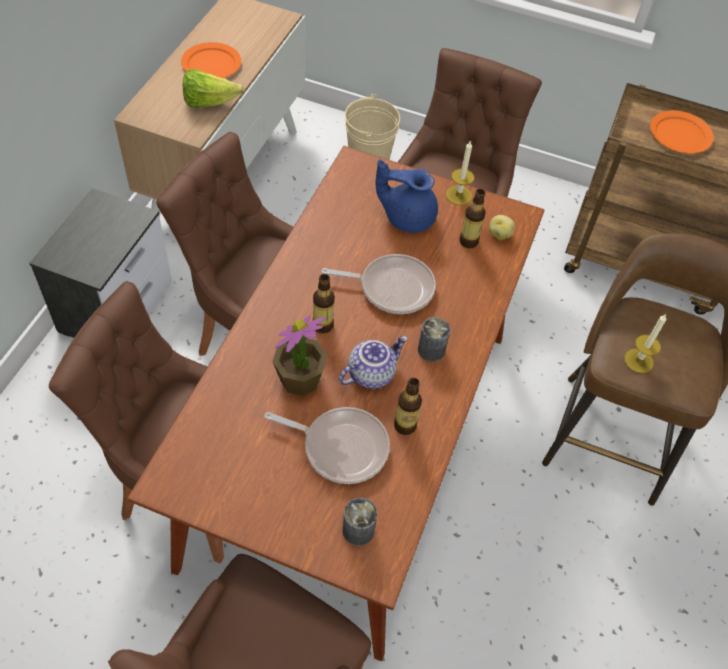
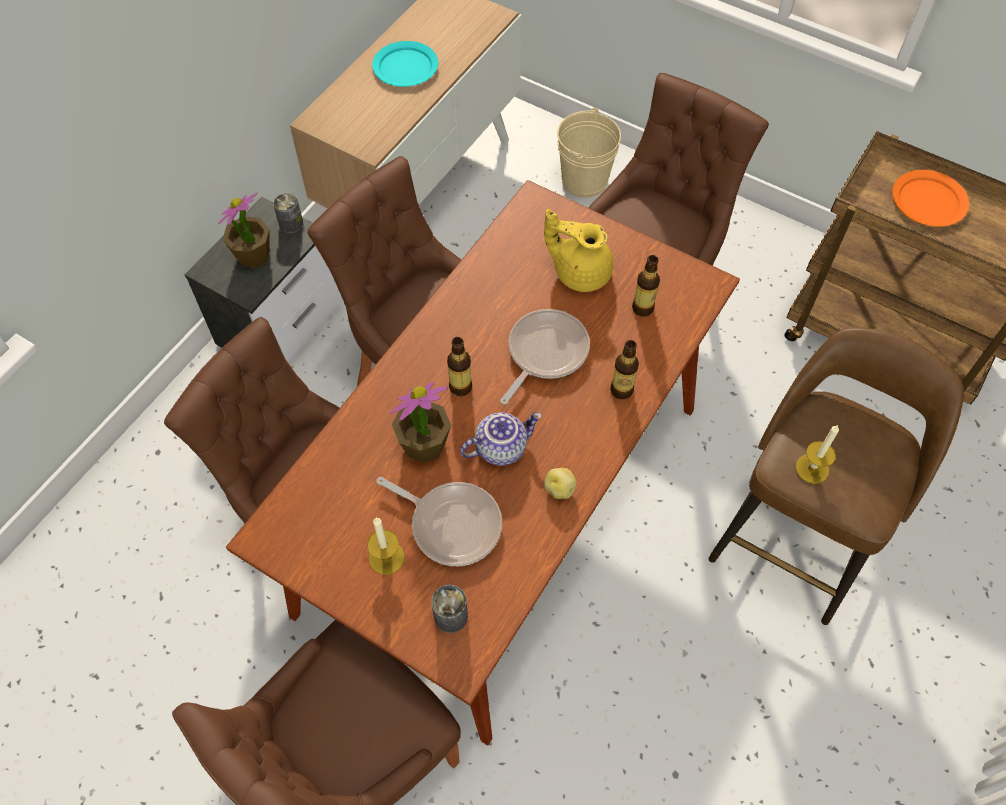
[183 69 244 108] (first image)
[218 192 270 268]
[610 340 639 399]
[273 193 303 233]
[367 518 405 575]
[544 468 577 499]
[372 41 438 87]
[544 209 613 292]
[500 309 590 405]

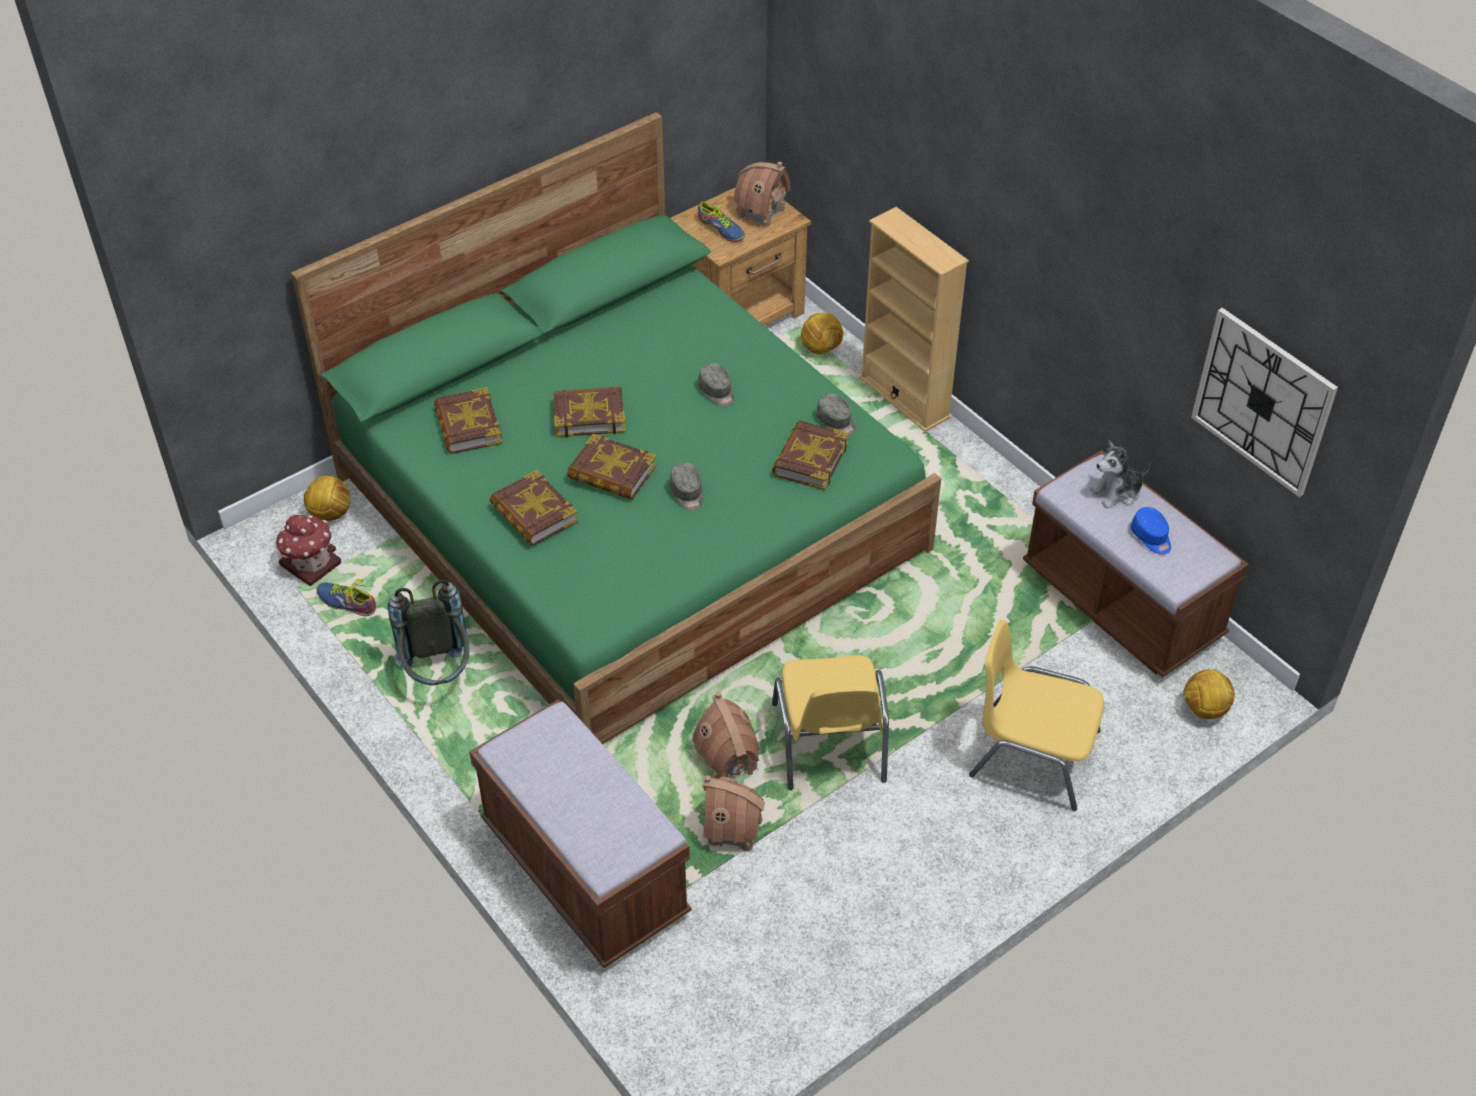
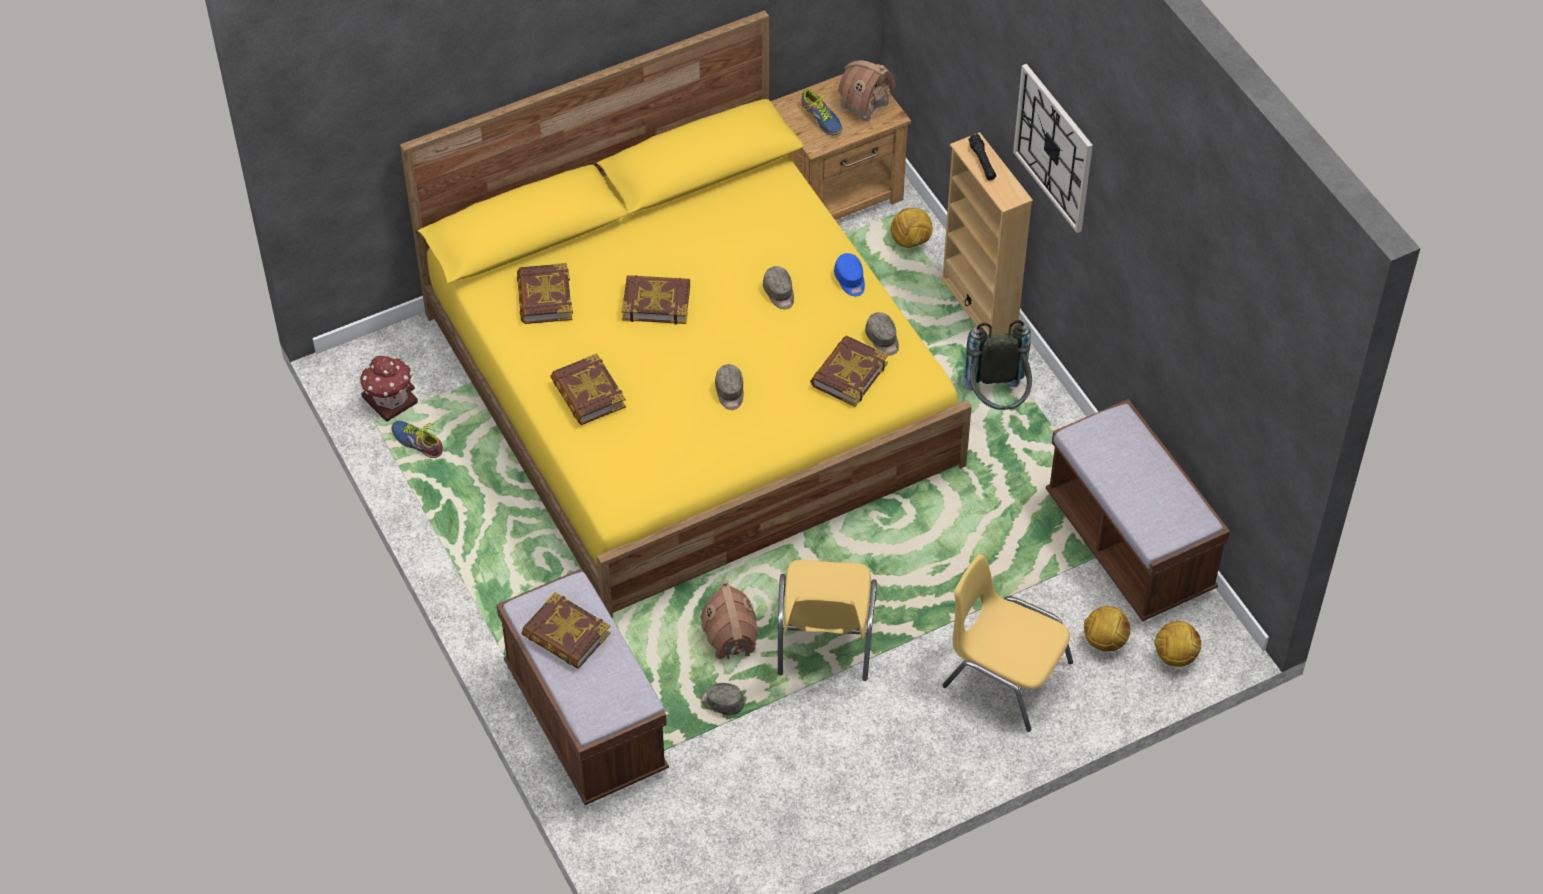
[1090 440 1150 508] (first image)
[968 134 996 181]
[1084 606 1131 652]
[961 320 1032 410]
[522 592 610 669]
[834 253 865 296]
[1013 64 1093 233]
[701 683 744 715]
[400 10 972 618]

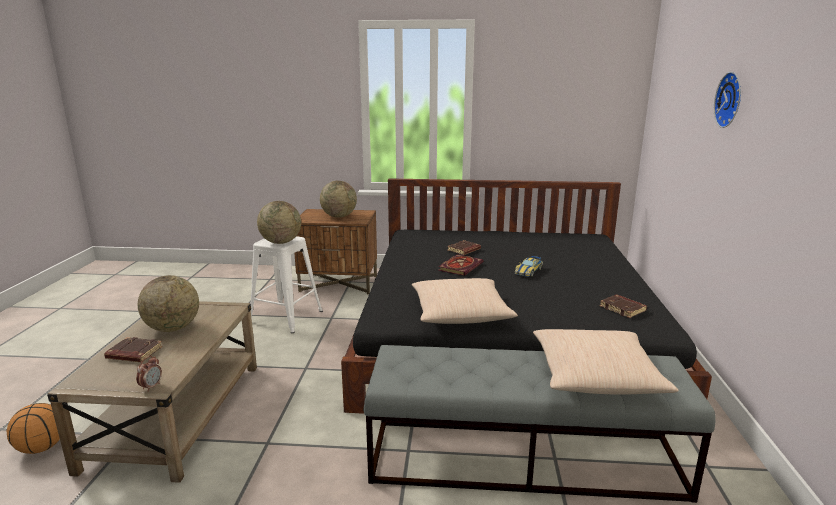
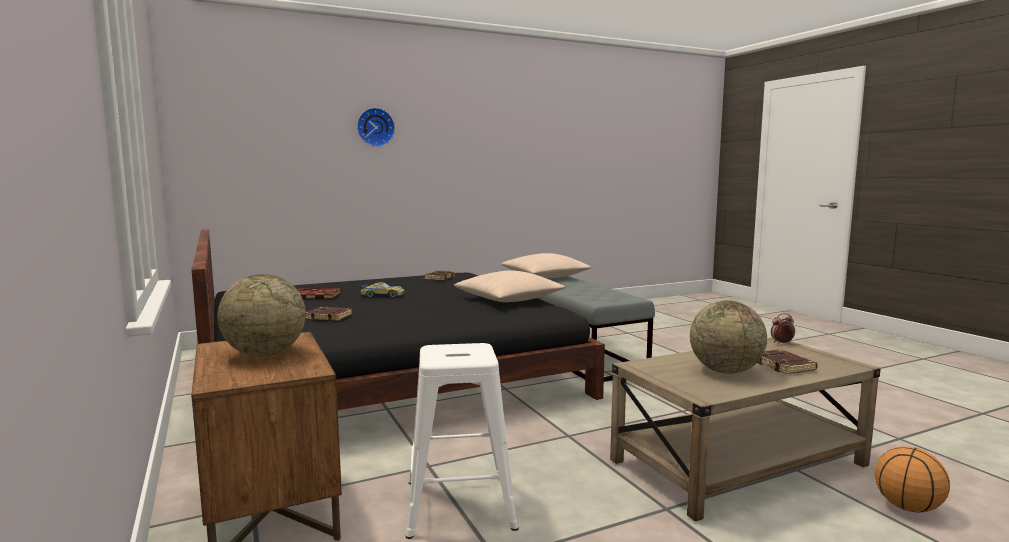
[257 201 301 244] (first image)
[297 288 342 299]

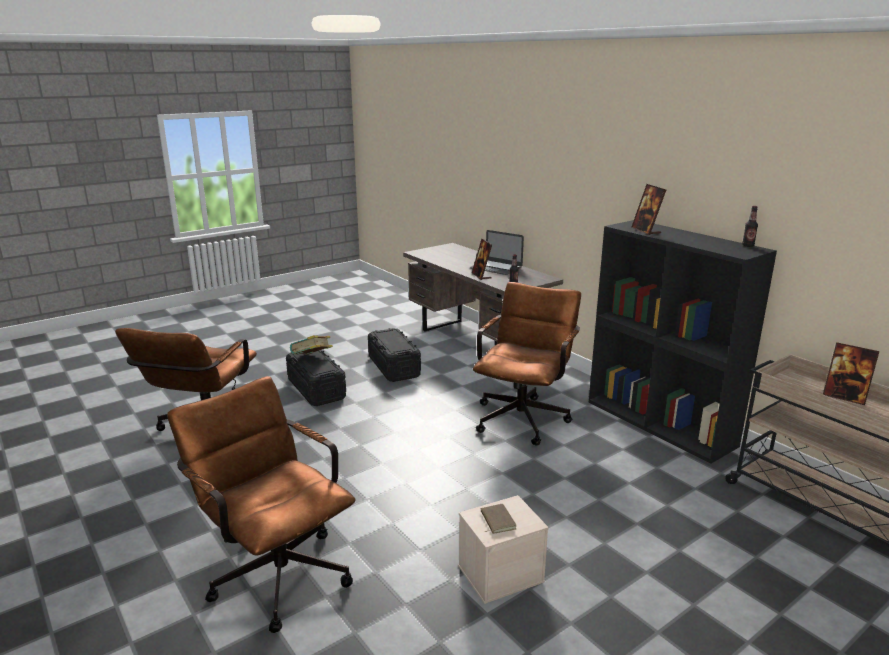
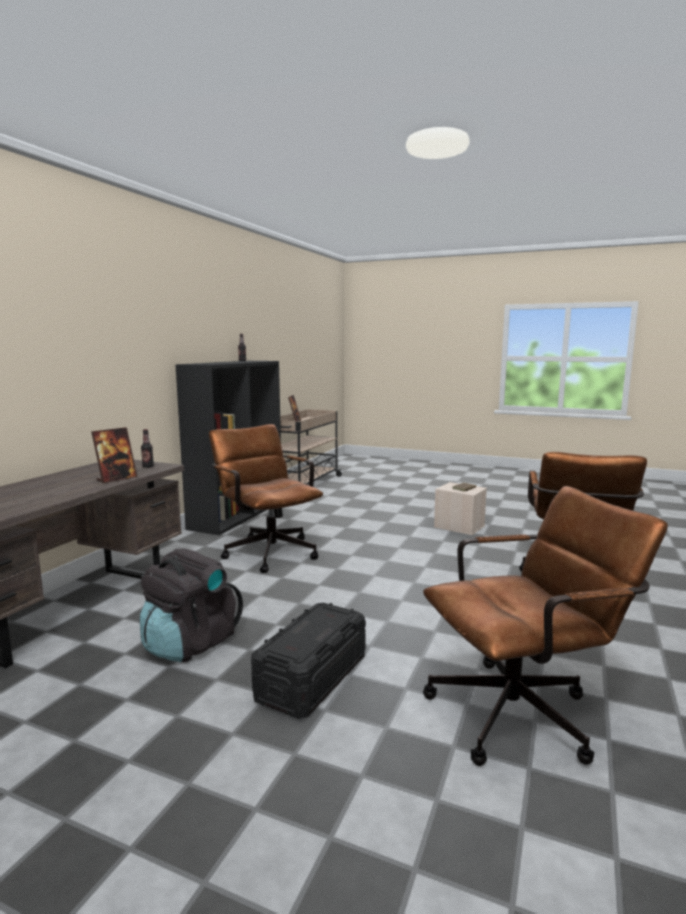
[290 335 333 354] (first image)
[470 230 524 275] (first image)
[631 184 666 235] (first image)
[140 548 243 662]
[209 424 323 573]

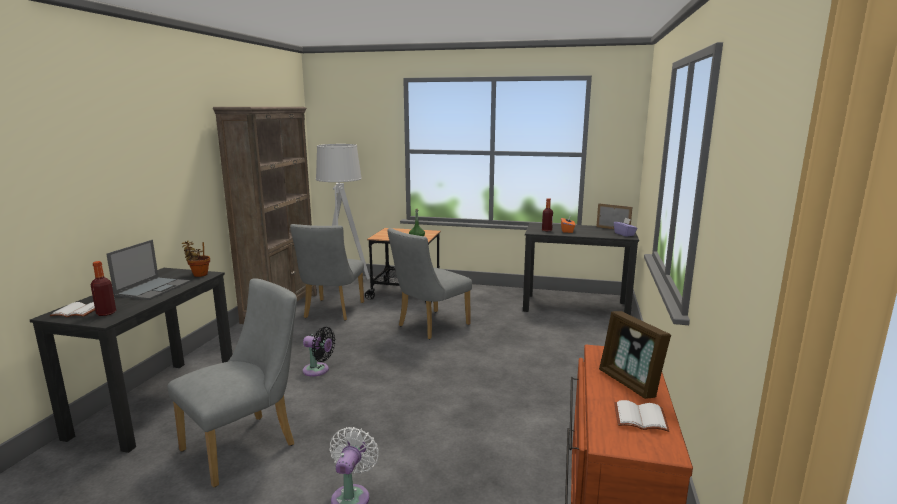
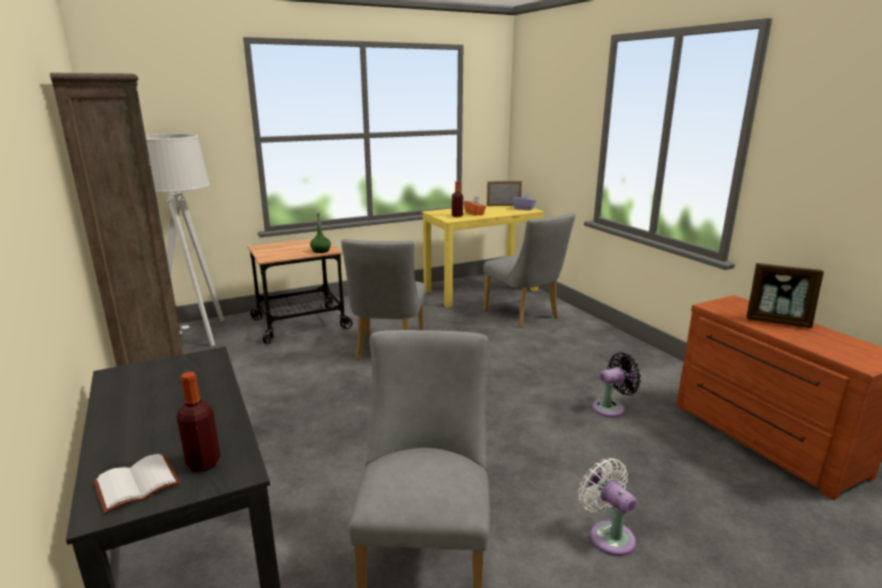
[106 240 190 300] (first image)
[181 240 210 277] (first image)
[614 400 669 432] (first image)
[483 213 575 328]
[592 353 641 418]
[422 205 544 308]

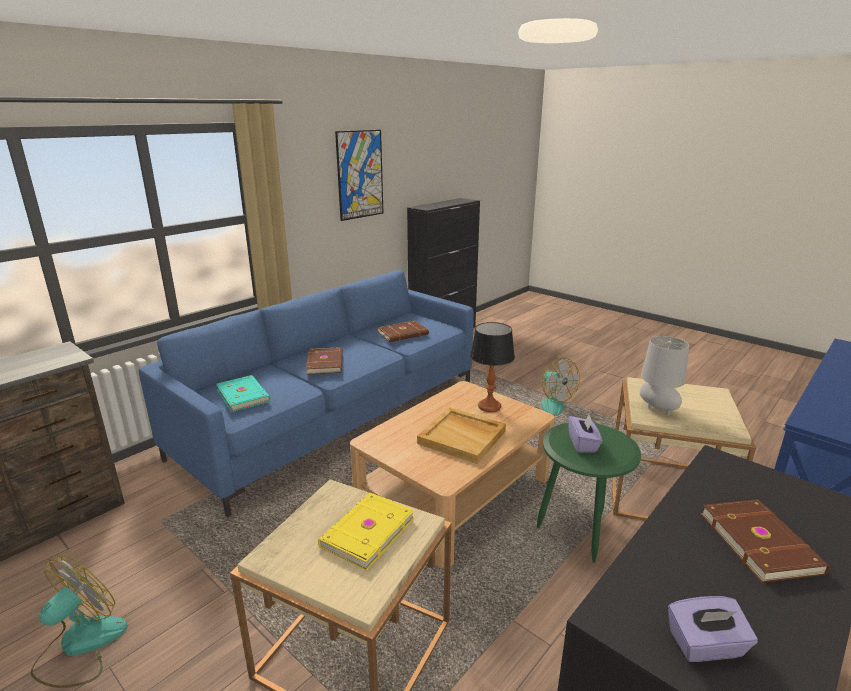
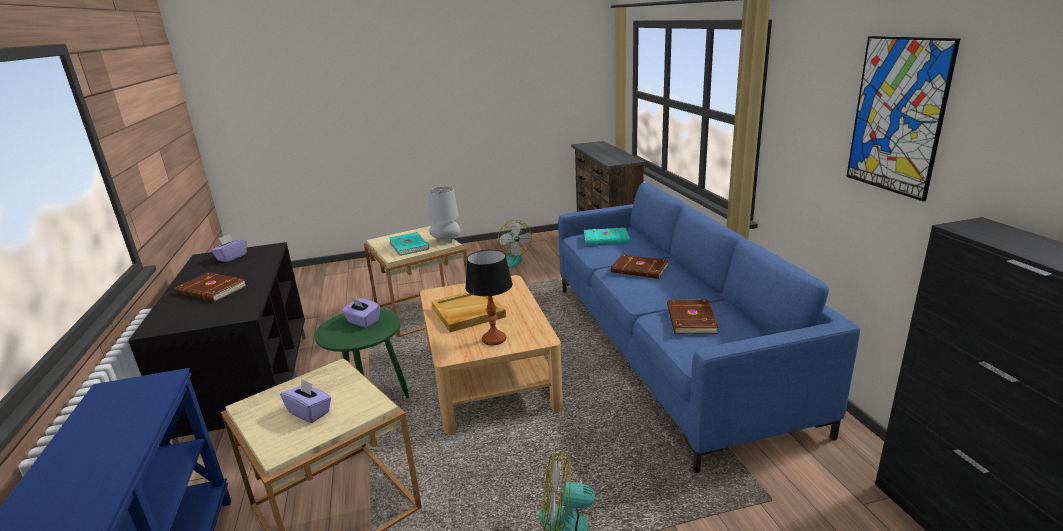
[280 378 331 423]
[428 187 461 242]
[389 232 430 256]

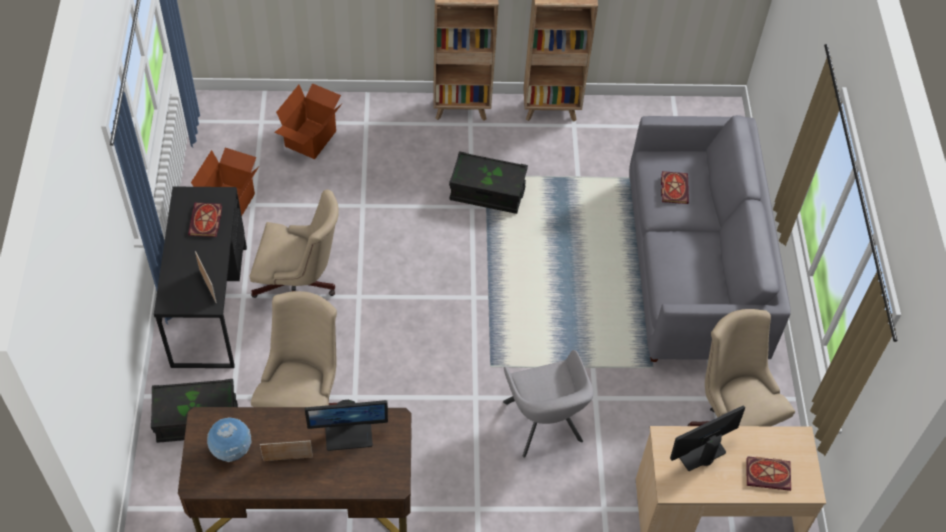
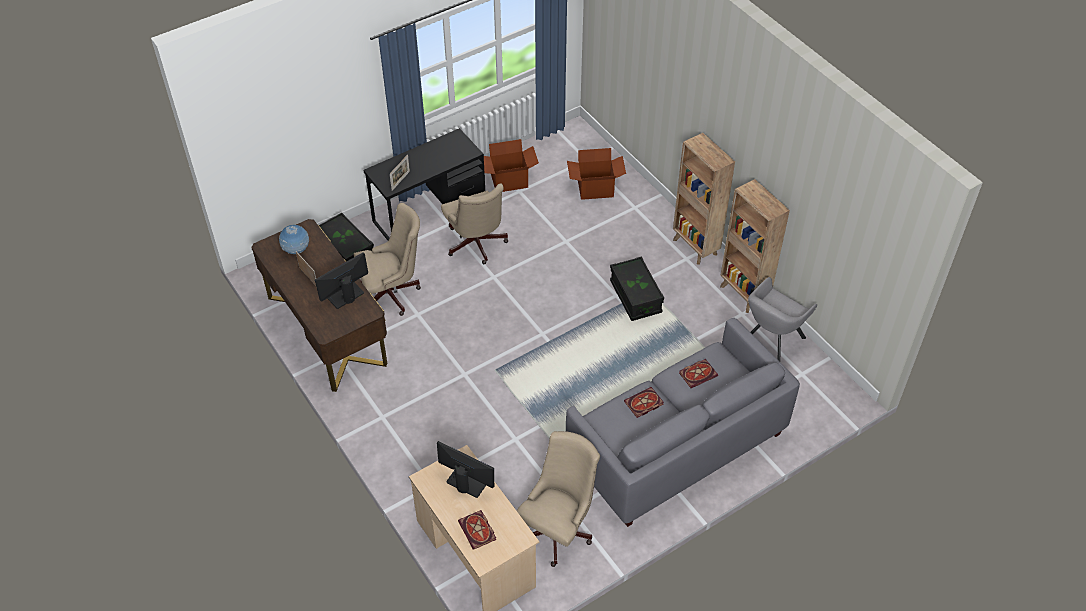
[624 387 664 418]
[748 277 817 361]
[315 252 368 309]

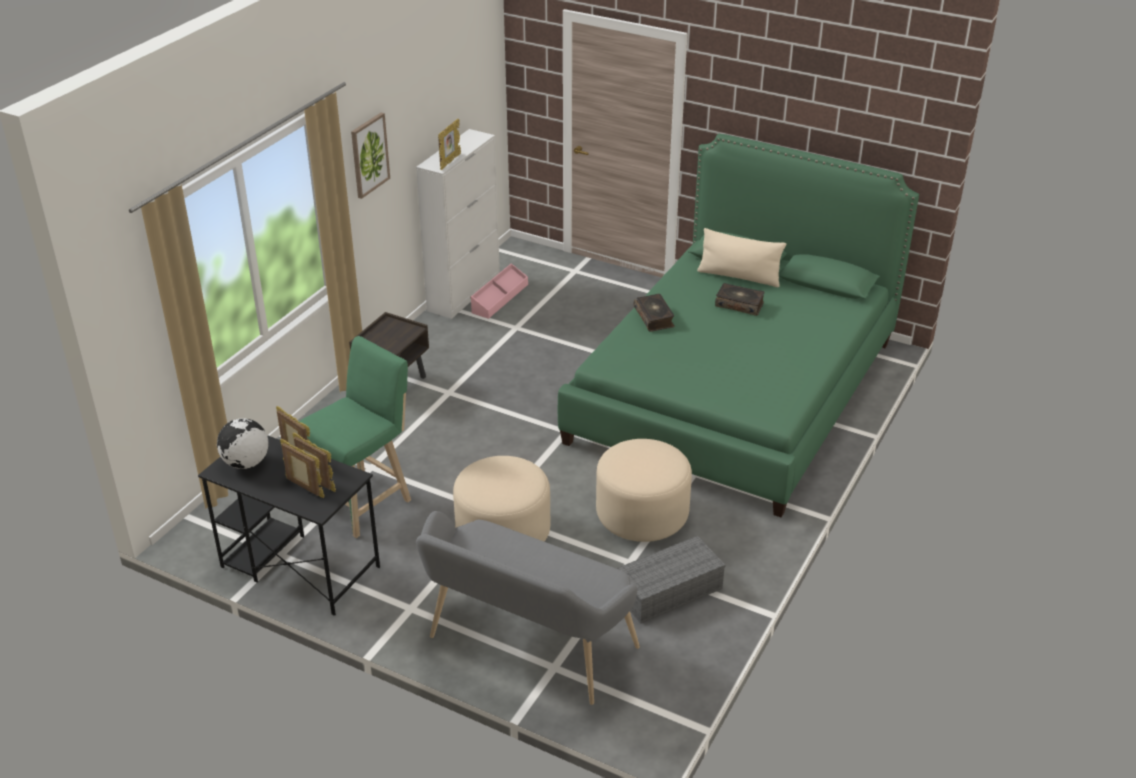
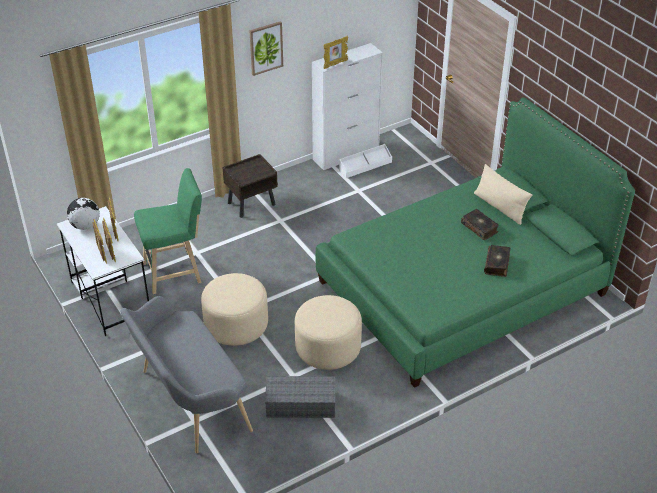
[484 245 511 277]
[57 206 149 336]
[339 144 392 178]

